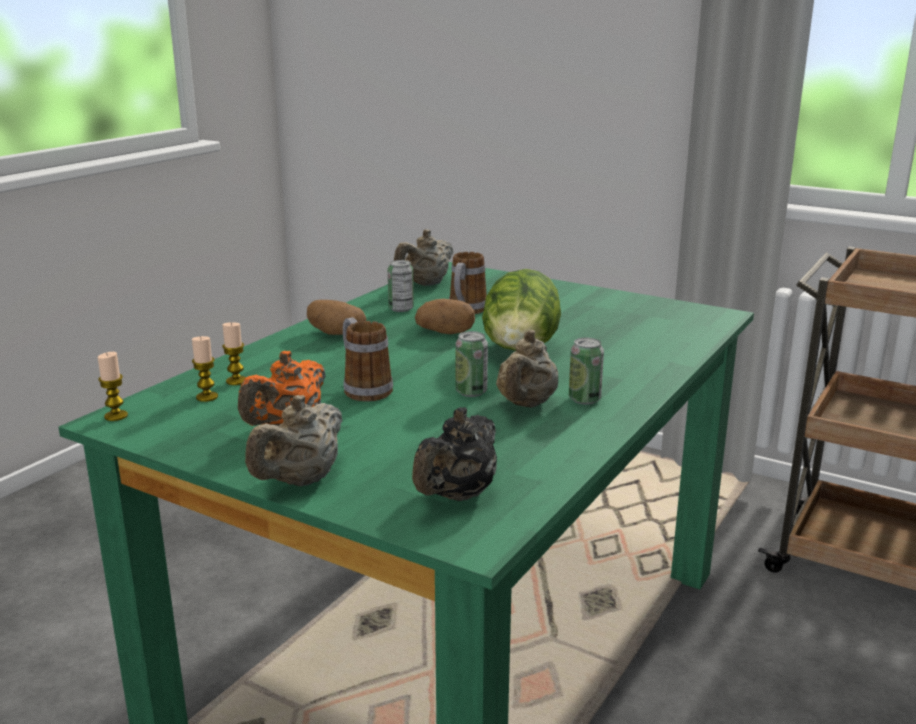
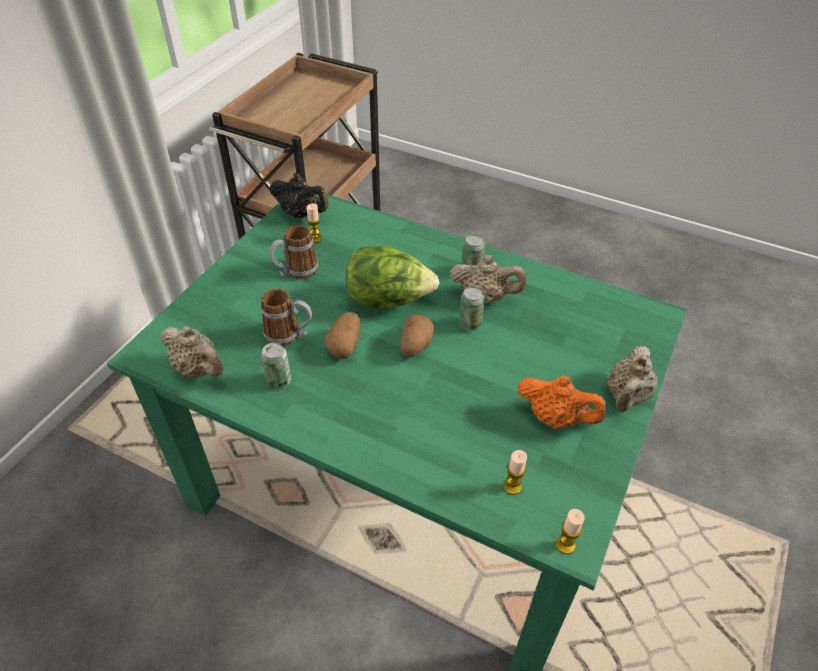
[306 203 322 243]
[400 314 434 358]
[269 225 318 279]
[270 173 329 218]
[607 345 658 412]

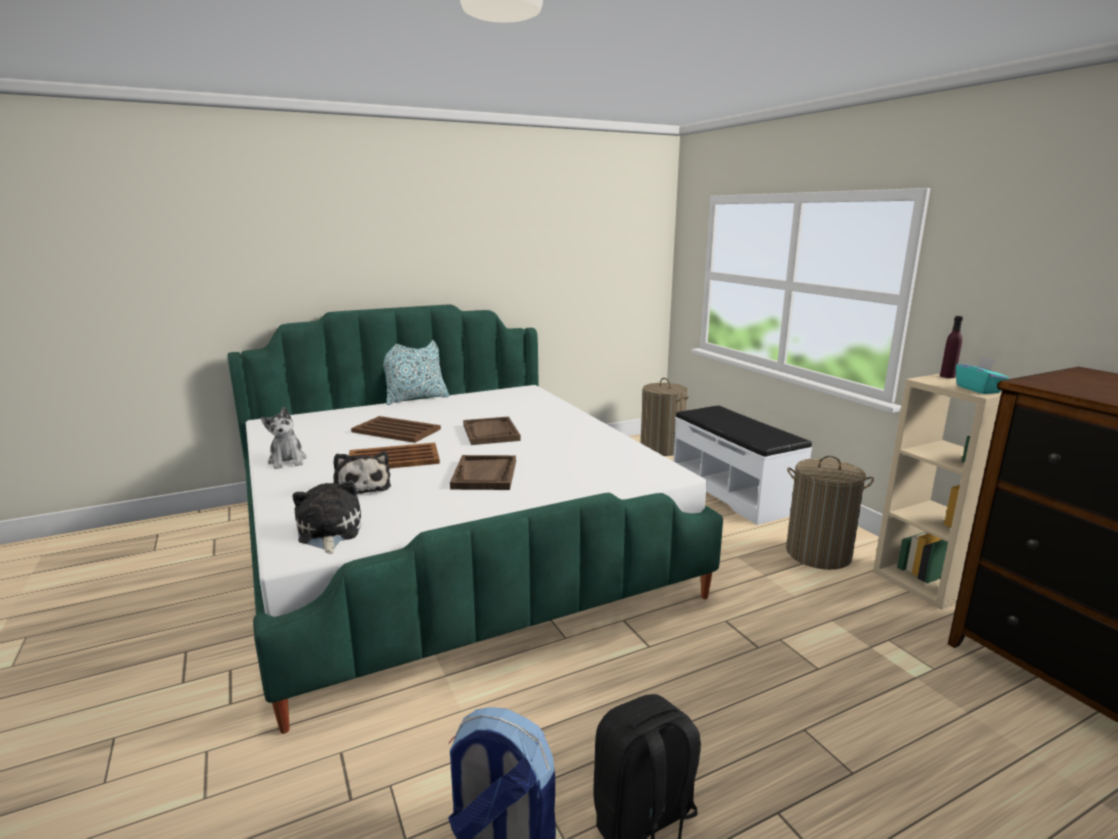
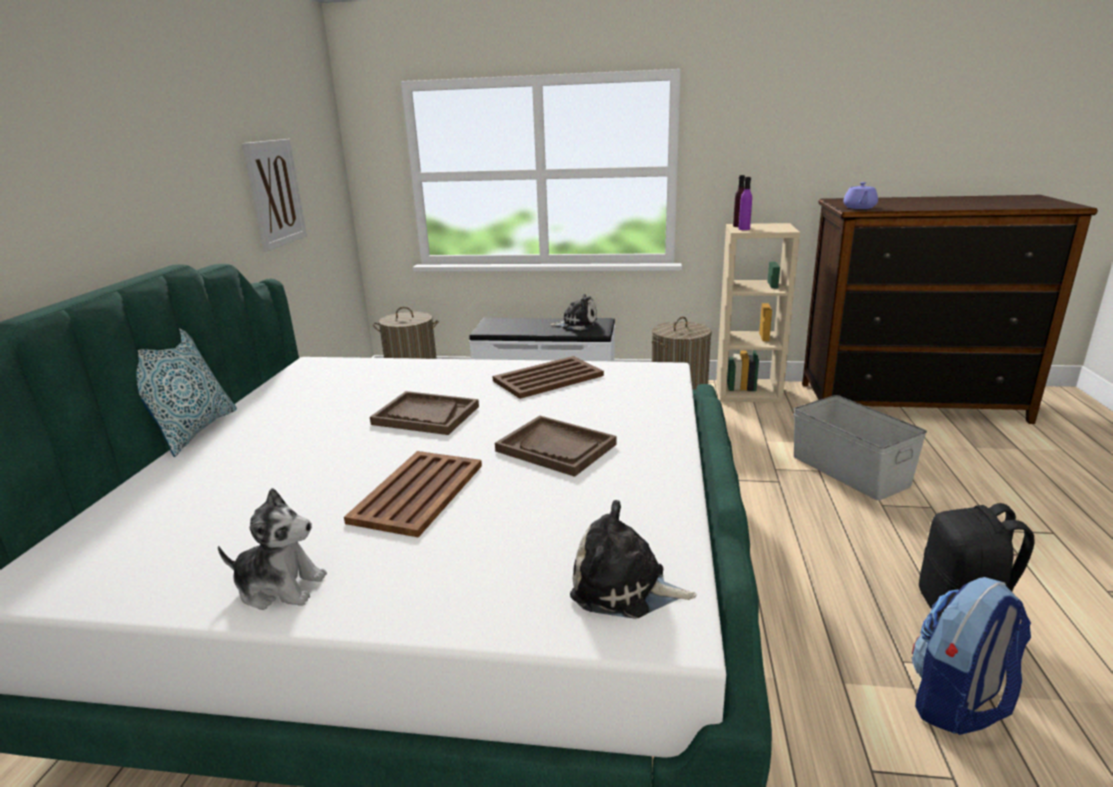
[956 356 1009 394] (first image)
[242 139 307 252]
[739 177 752 230]
[794 395 927 501]
[843 182 878 209]
[549 294 597 330]
[493 356 604 399]

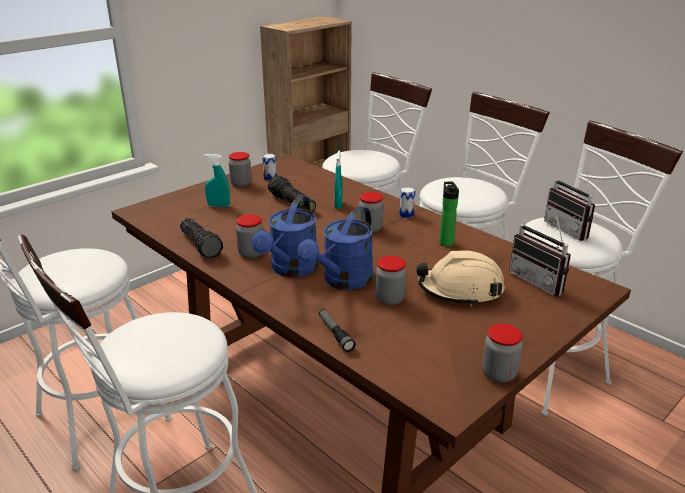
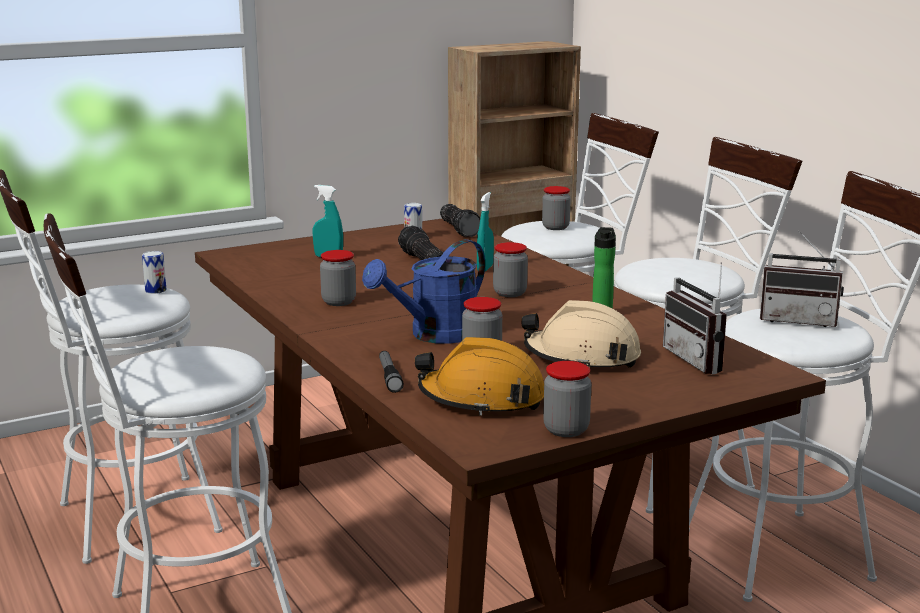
[252 195 318 277] (first image)
[415 337 544 416]
[440 204 480 237]
[542 186 571 230]
[142 251 166 294]
[760 231 844 327]

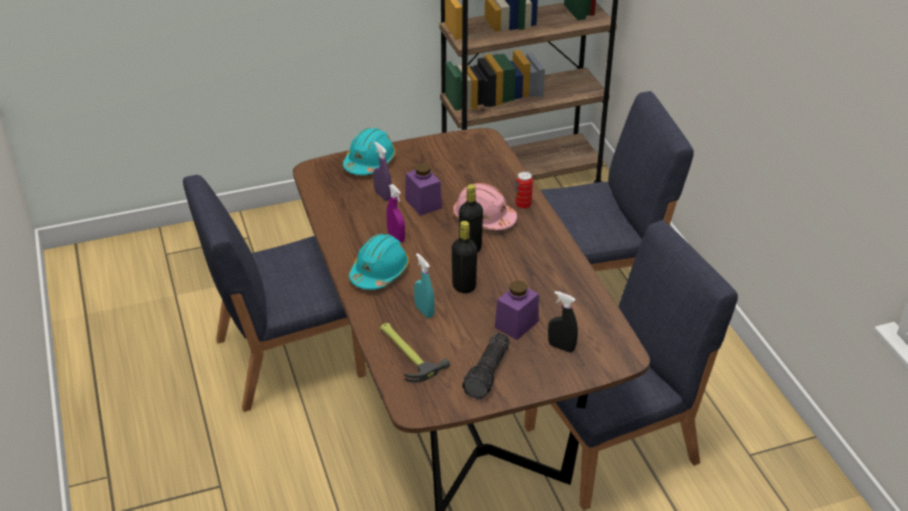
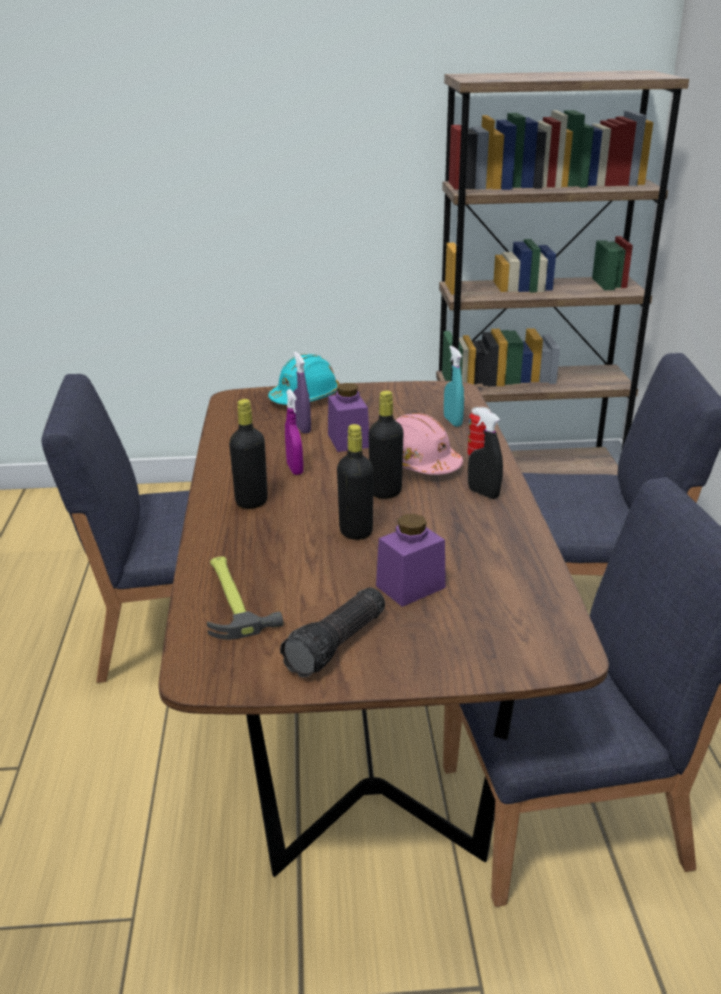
[444 346 464 427]
[468 409 503 499]
[229 399 268 509]

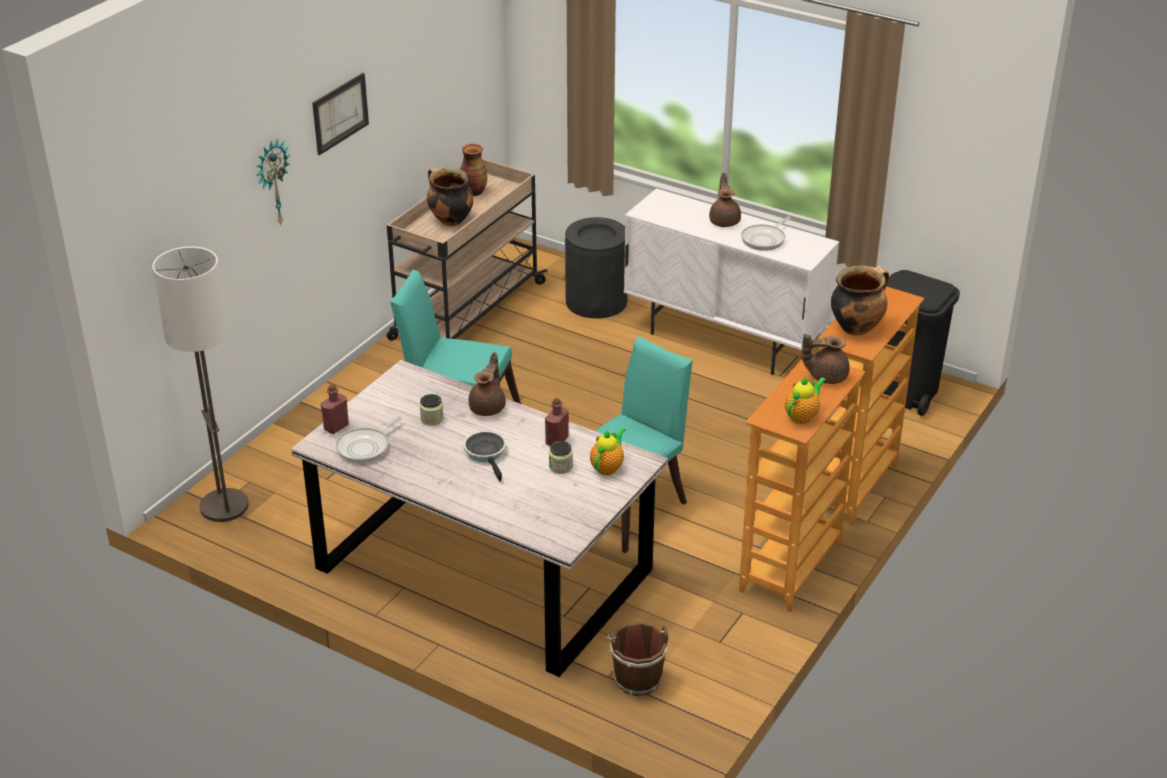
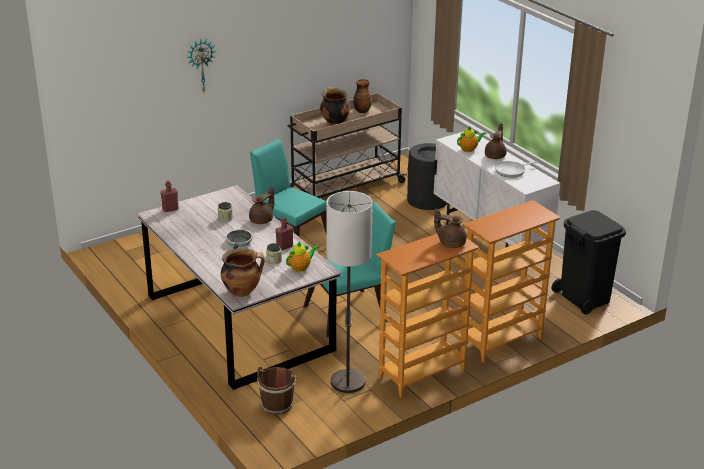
[312 73 369 155] (first image)
[336 417 402 463] (first image)
[326 191 373 393]
[457 126 487 152]
[221 248 264 297]

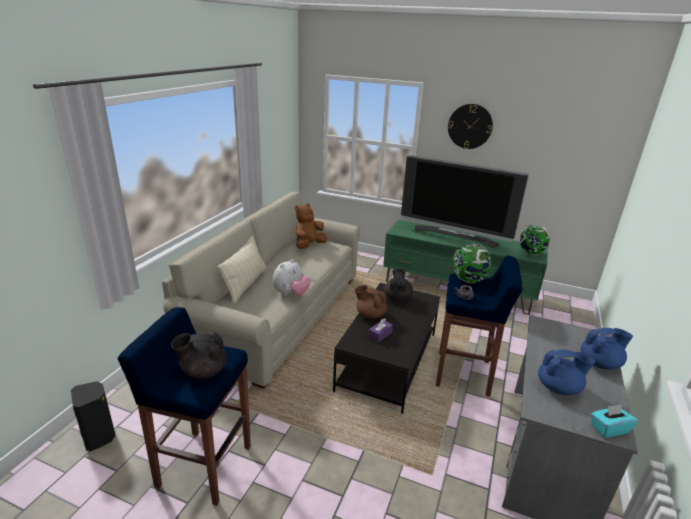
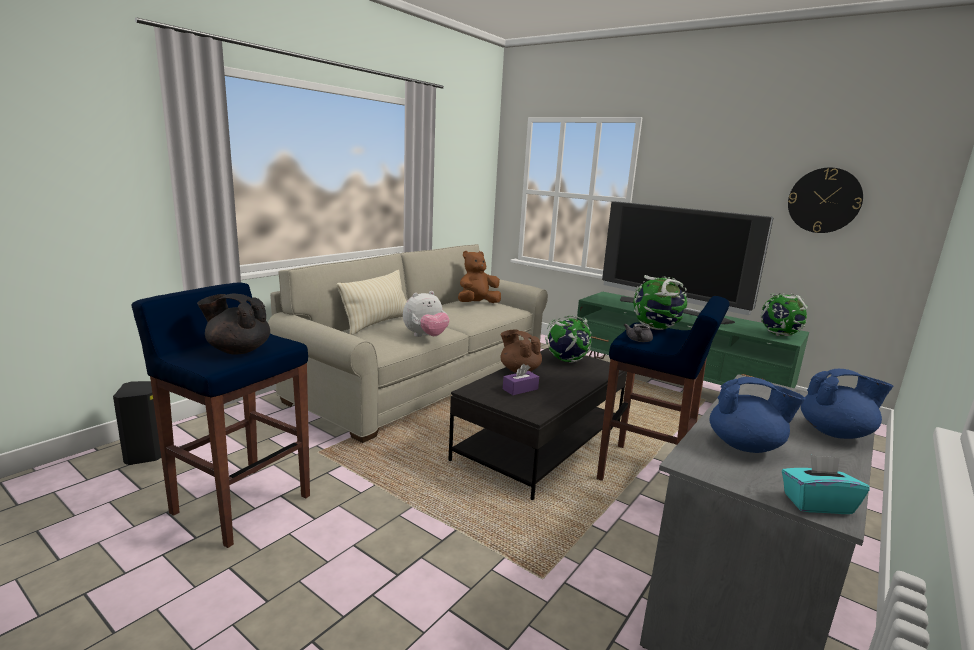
[788 168 863 233]
[545 316 592 362]

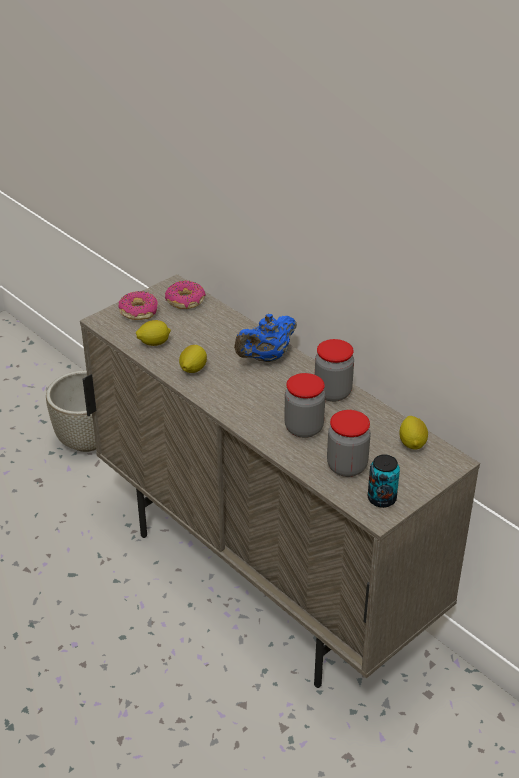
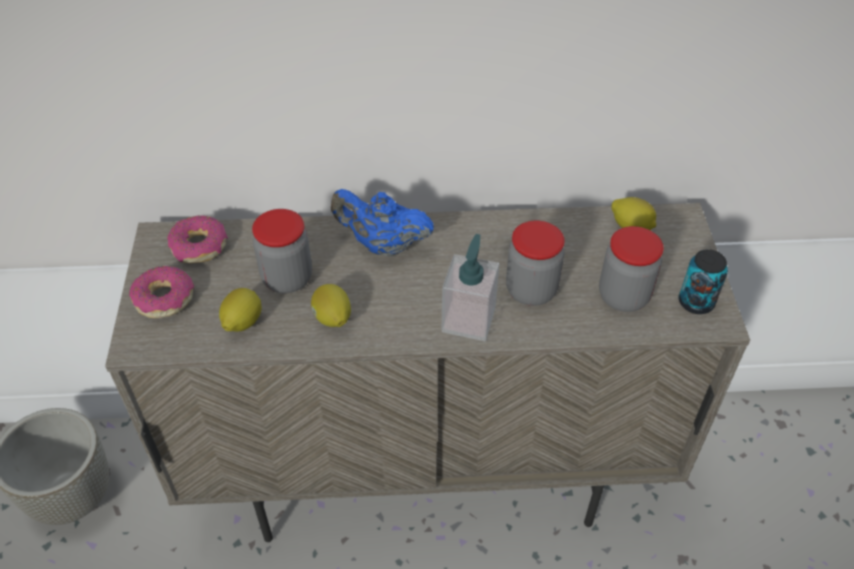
[441 234 499 341]
[252 209 312 293]
[331 189 434 257]

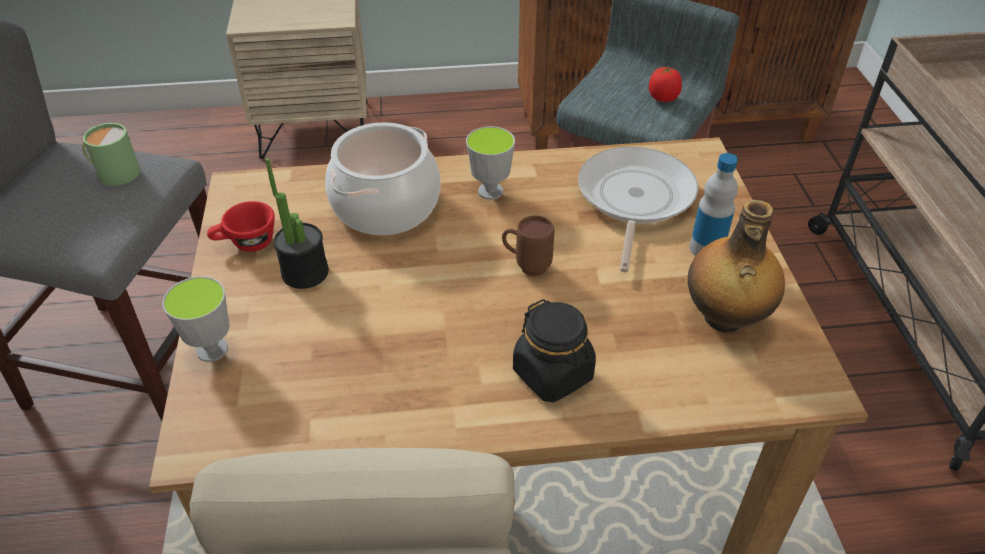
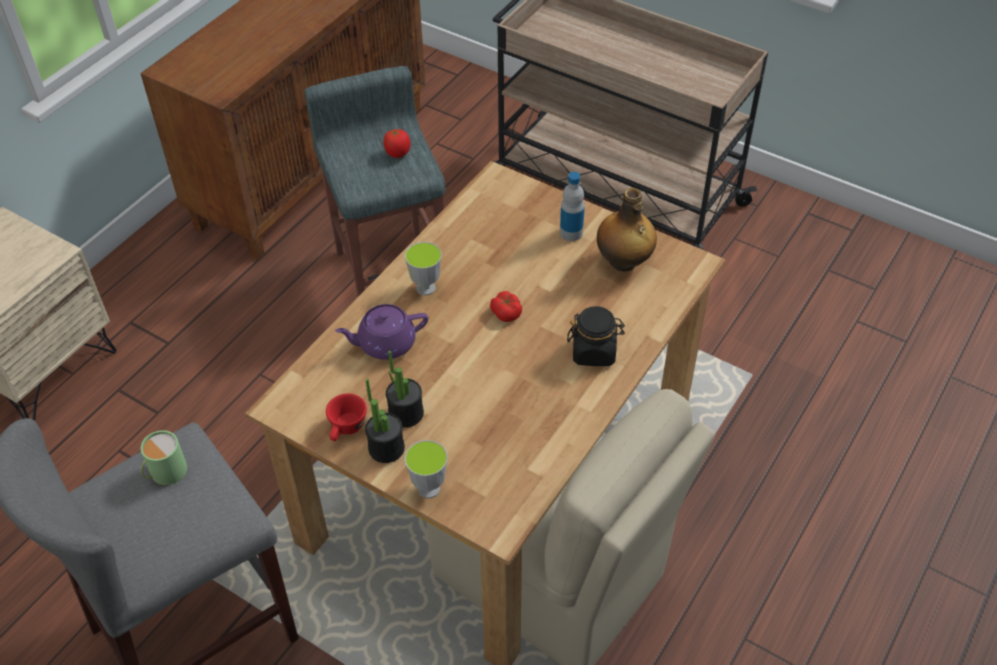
[578 147 698 273] (first image)
[365 379 405 463]
[335 304 428 360]
[490 291 522 322]

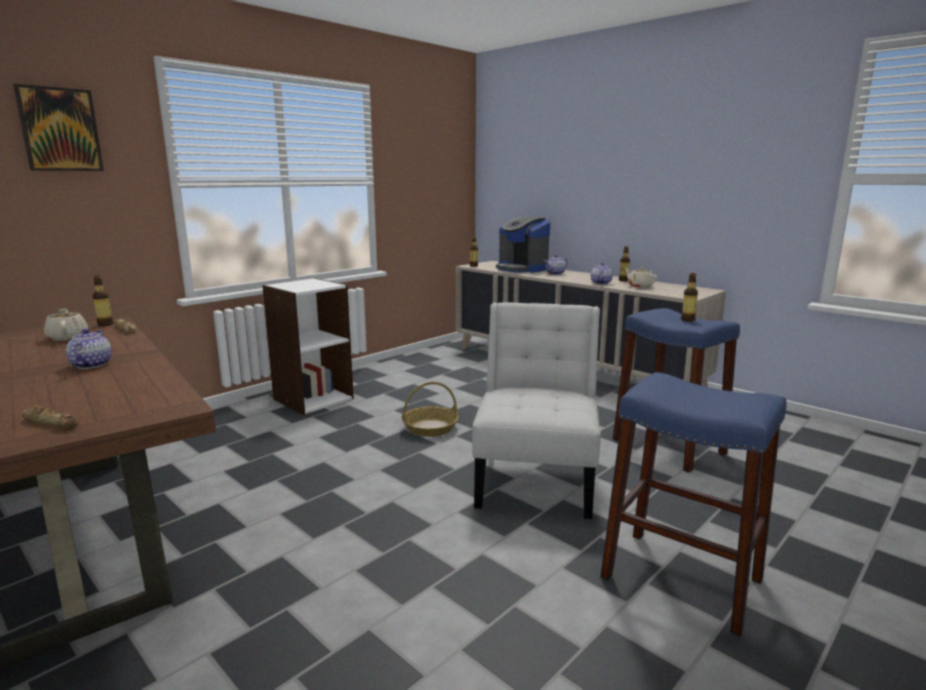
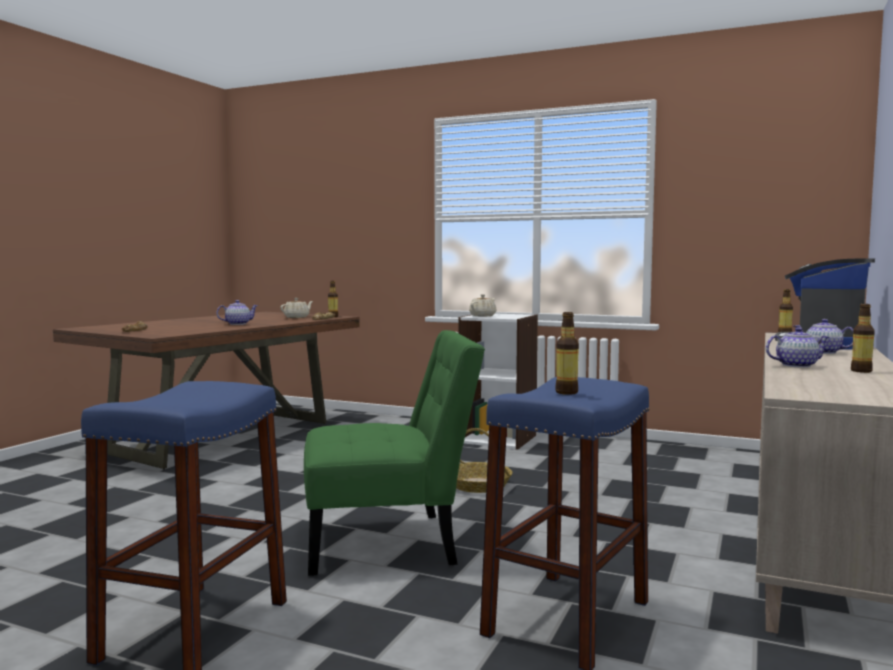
[13 84 104 171] (first image)
[469 294 497 316]
[304 330 485 576]

